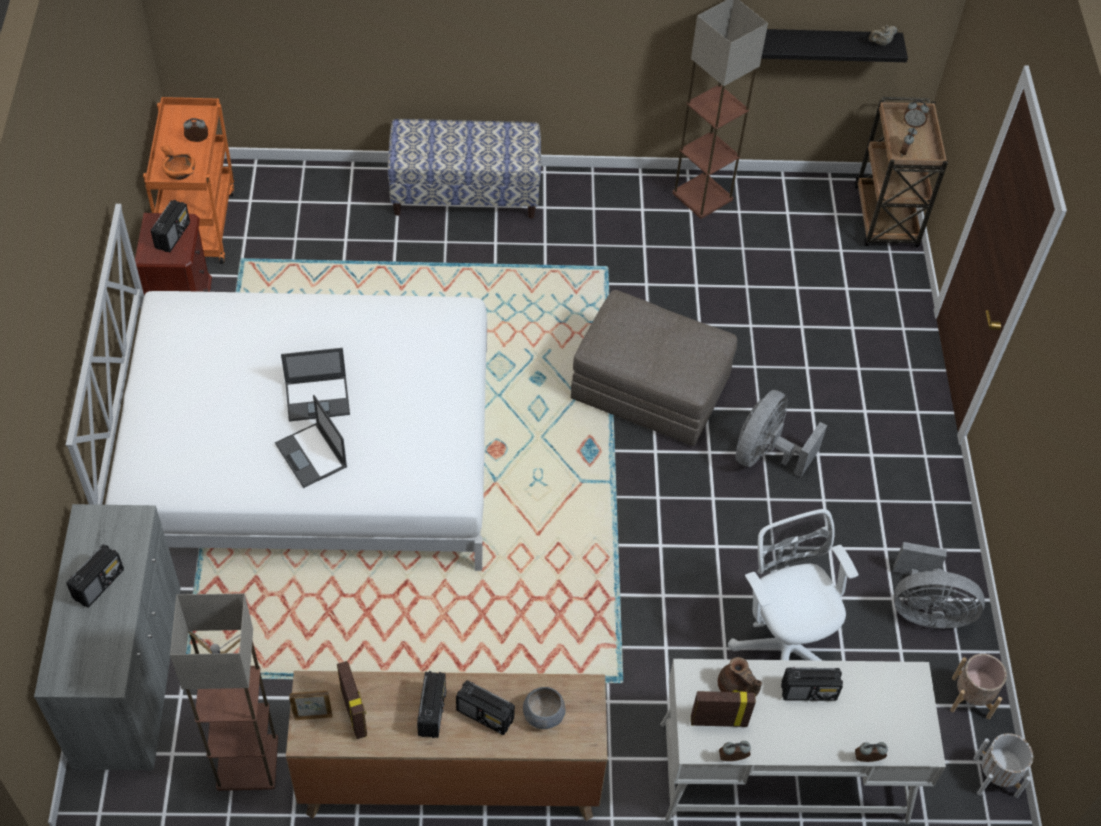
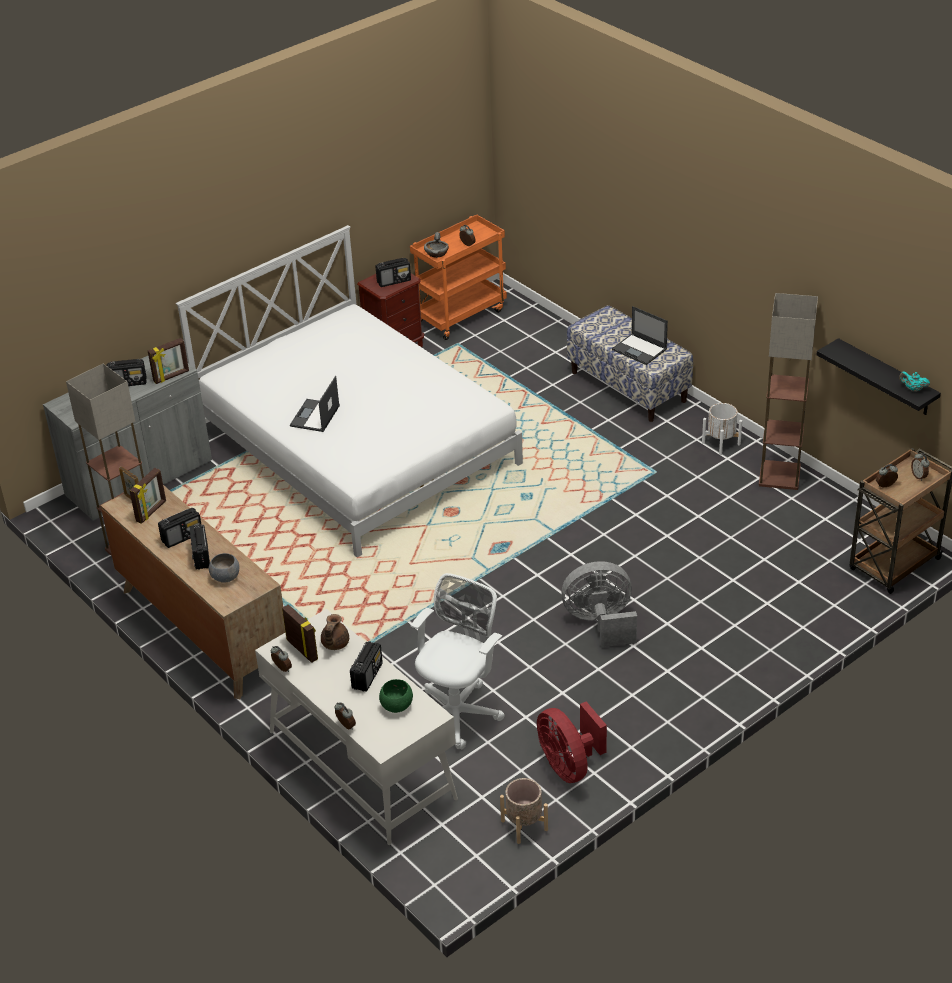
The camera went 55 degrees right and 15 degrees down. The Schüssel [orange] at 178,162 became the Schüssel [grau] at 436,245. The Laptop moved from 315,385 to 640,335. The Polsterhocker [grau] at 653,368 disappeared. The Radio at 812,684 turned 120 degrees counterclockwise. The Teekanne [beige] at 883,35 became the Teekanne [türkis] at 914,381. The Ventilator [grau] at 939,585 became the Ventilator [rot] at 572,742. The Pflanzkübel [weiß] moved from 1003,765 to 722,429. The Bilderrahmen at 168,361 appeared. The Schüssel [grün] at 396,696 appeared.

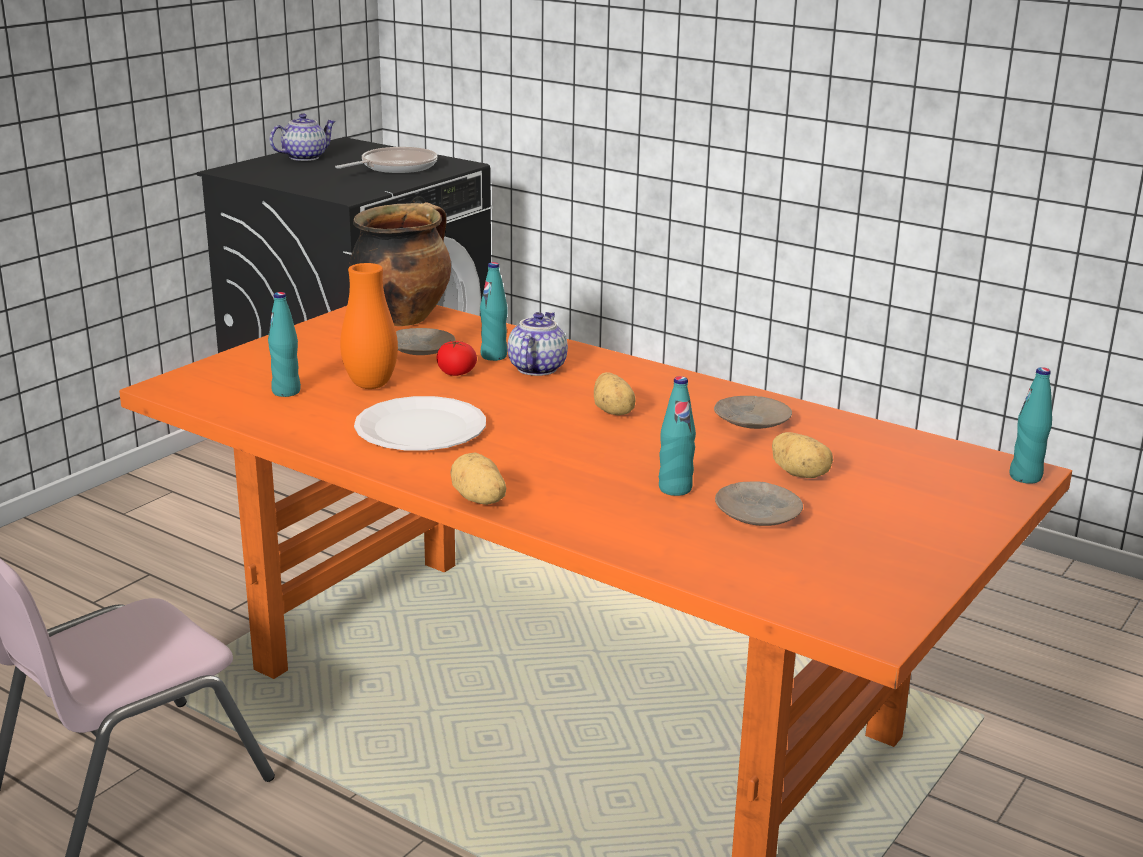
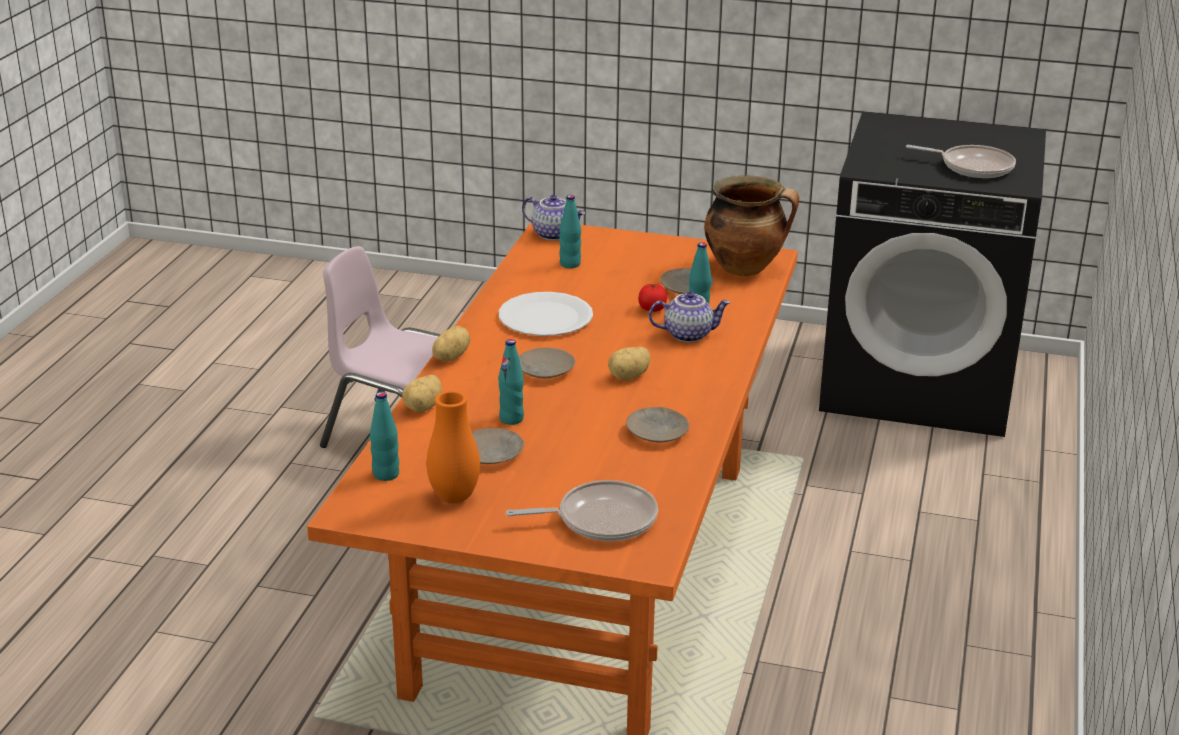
The camera went 70 degrees right and 5 degrees up. The Teekanne moved from 303,137 to 553,217. The Vase [orange] moved from 369,326 to 453,447. The Kartoffel moved from 802,455 to 422,393. The Flasche [türkis] moved from 1030,425 to 384,436. The Pfanne at 582,510 appeared. The Teller [beige] at 547,363 appeared.

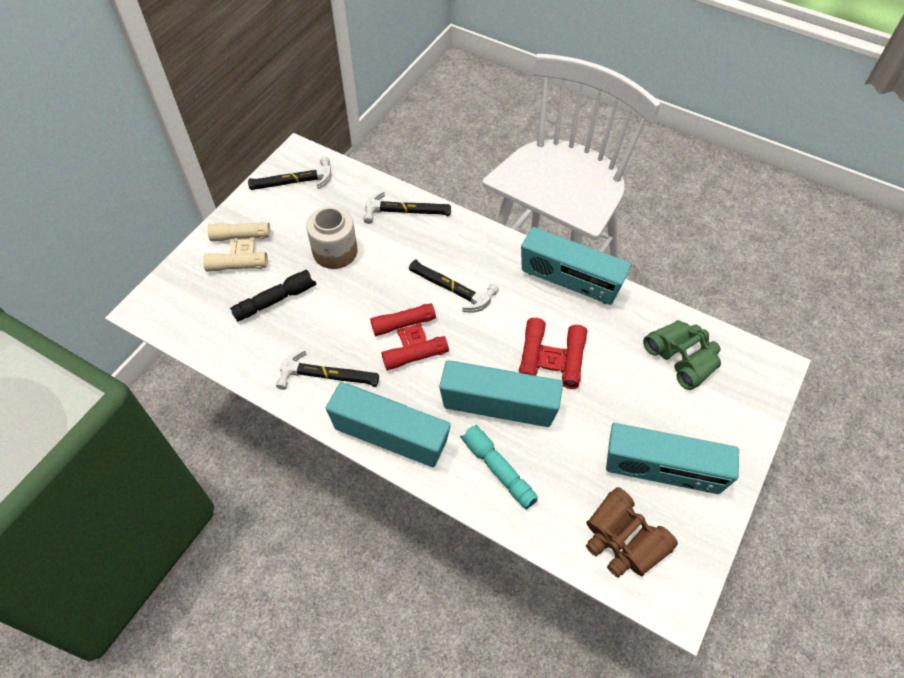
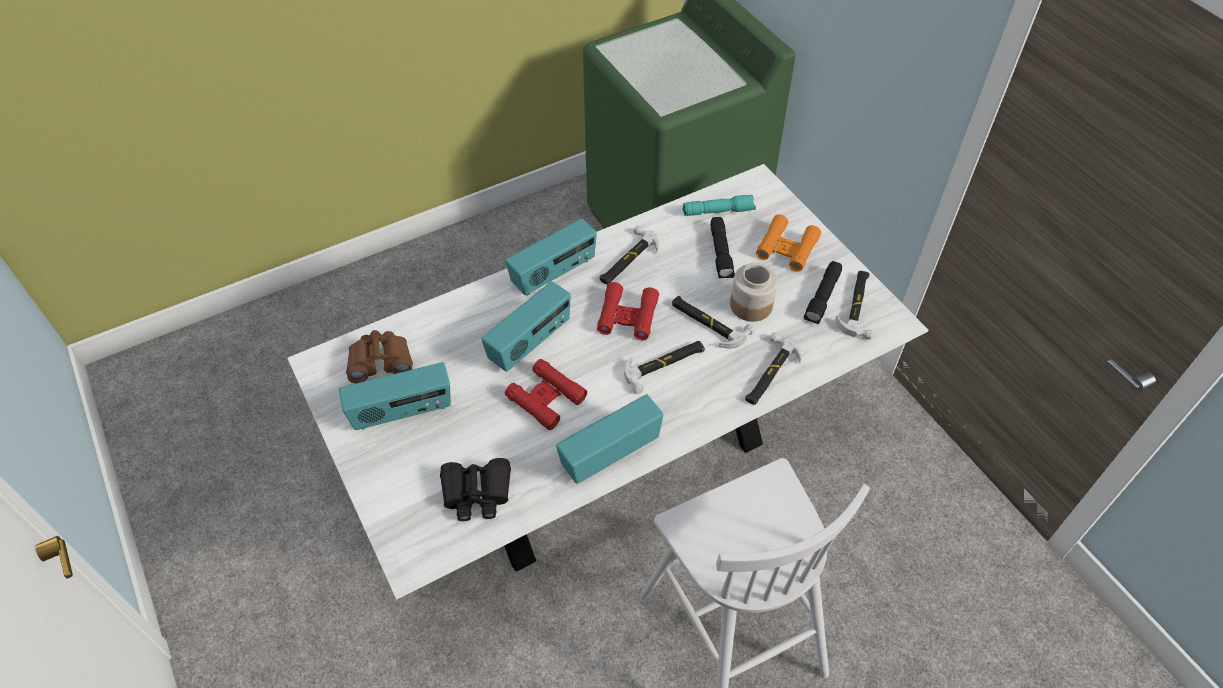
The camera went 120 degrees right and 5 degrees down. The Fernglas [beige] at 237,247 became the Fernglas [orange] at 788,243. The Taschenlampe [türkis] moved from 499,467 to 719,205. The Radio at 672,458 turned 150 degrees counterclockwise. The Fernglas [grün] at 682,355 became the Fernglas [schwarz] at 475,489. The Hammer at 713,322 appeared. The Taschenlampe [schwarz] at 823,292 appeared.

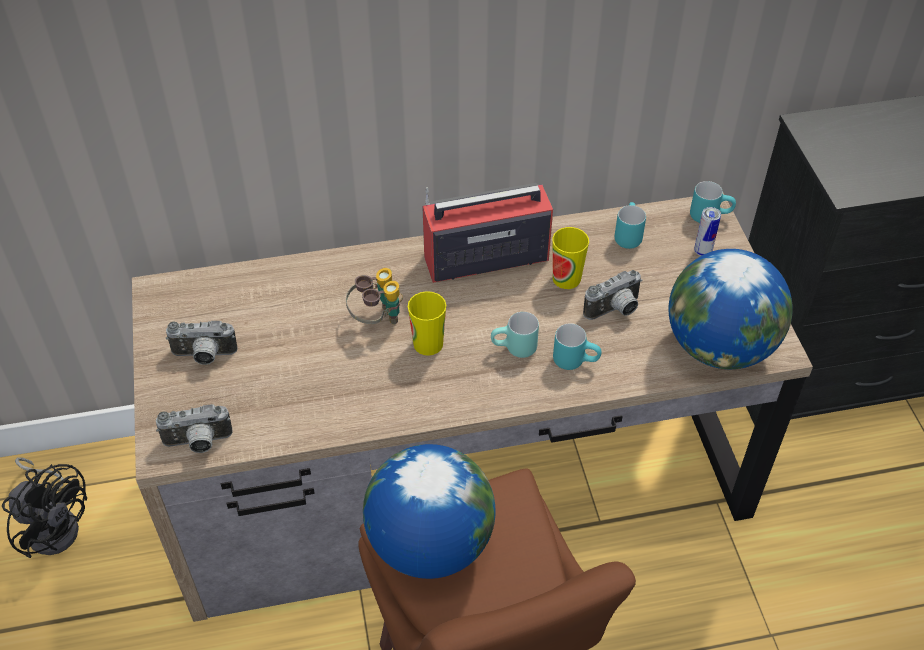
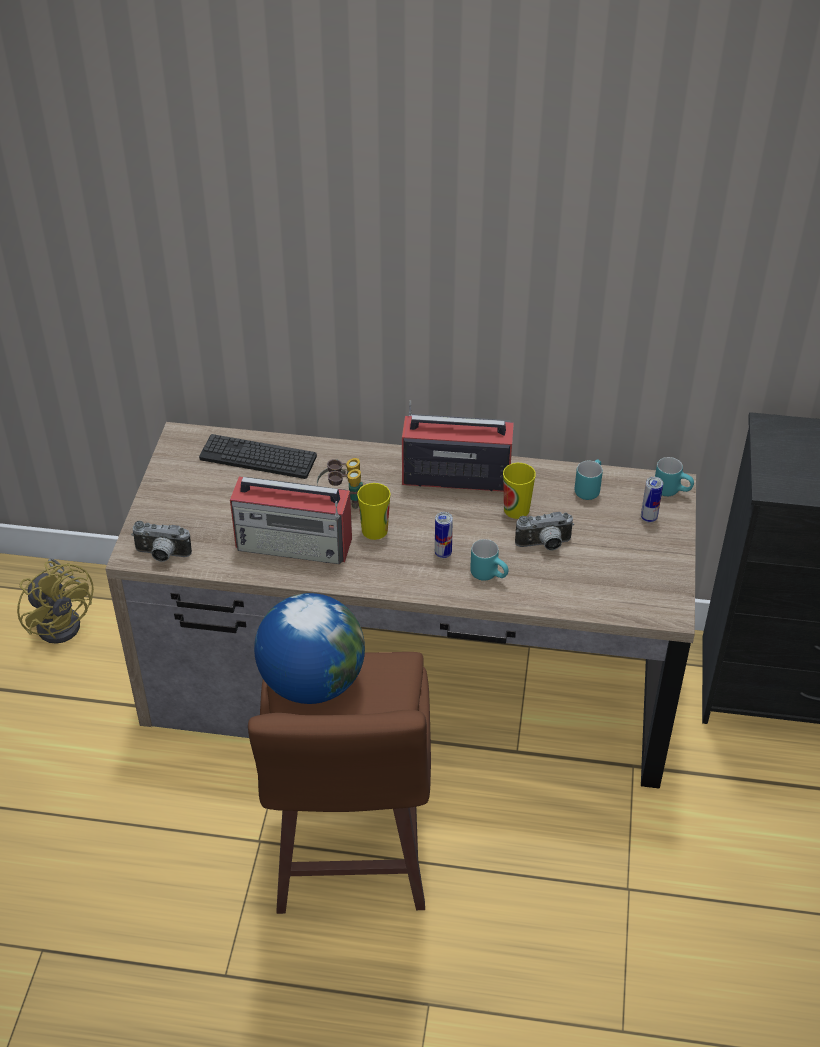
The camera went 20 degrees right and 5 degrees down. The Ventilator [schwarz] at 44,507 became the Ventilator [gelb] at 55,601. The Kamera at 201,343 disappeared. The Henkelbecher [türkis] at 515,335 was replaced by the Dose at 444,535. The Globus at 731,309 disappeared. The Tastatur at 258,456 appeared. The Radio at 291,520 appeared.

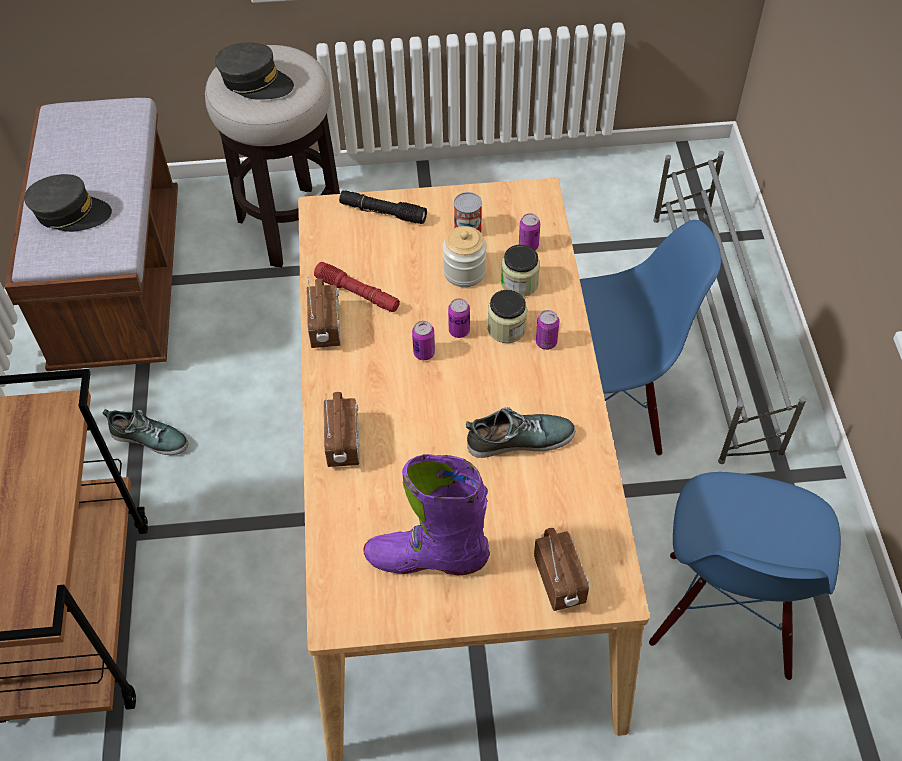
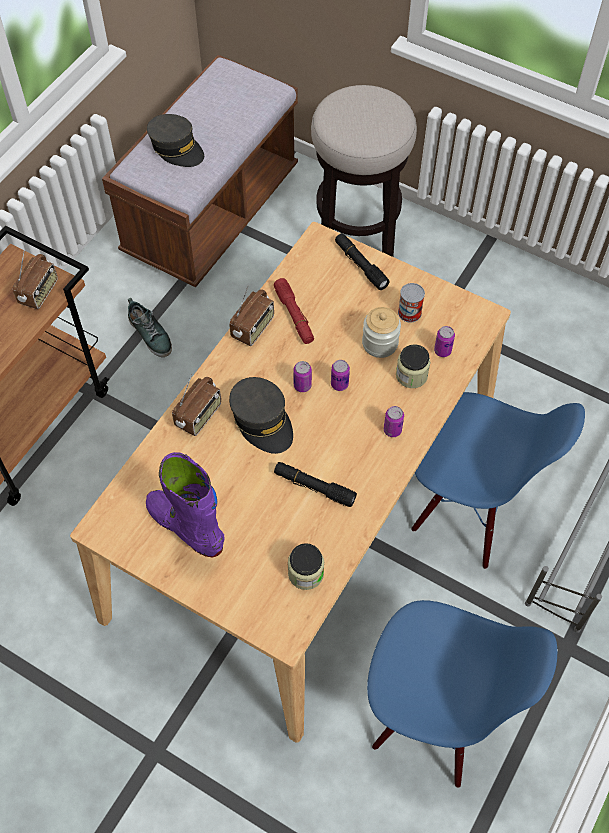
The camera went 35 degrees right and 5 degrees up. The Kappe [grau] moved from 254,71 to 261,415. The Schuh at 520,432 was replaced by the Taschenlampe [schwarz] at 315,484. The Vorratsglas moved from 507,316 to 306,566. The Radio moved from 561,569 to 35,280. The Stuhl [blau] at 745,576 turned 120 degrees counterclockwise.

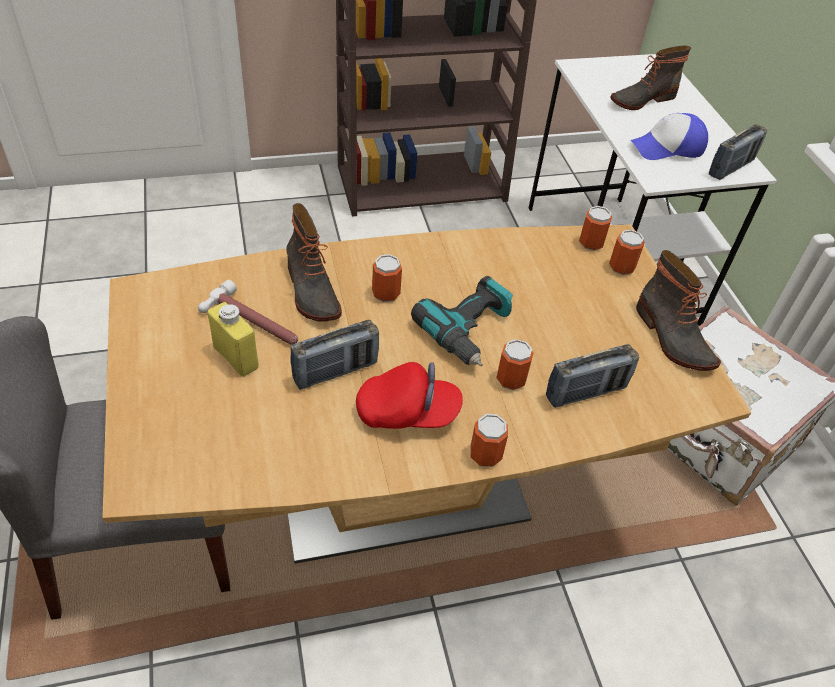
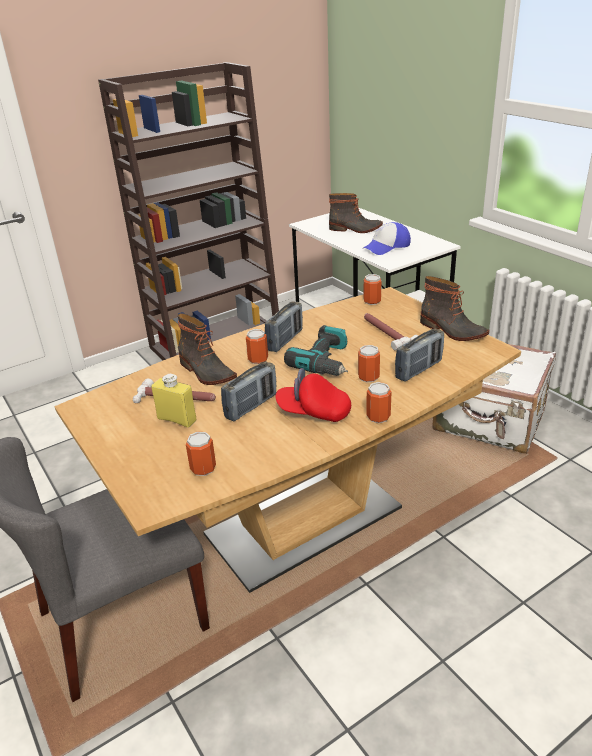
The camera went 15 degrees left and 15 degrees down. The Kappe [rot] at 409,395 turned 150 degrees counterclockwise. The Dose moved from 627,252 to 201,454. The Stiefel at 650,78 turned 120 degrees counterclockwise. The Radio moved from 738,152 to 284,326. The Hammer at 391,332 appeared.

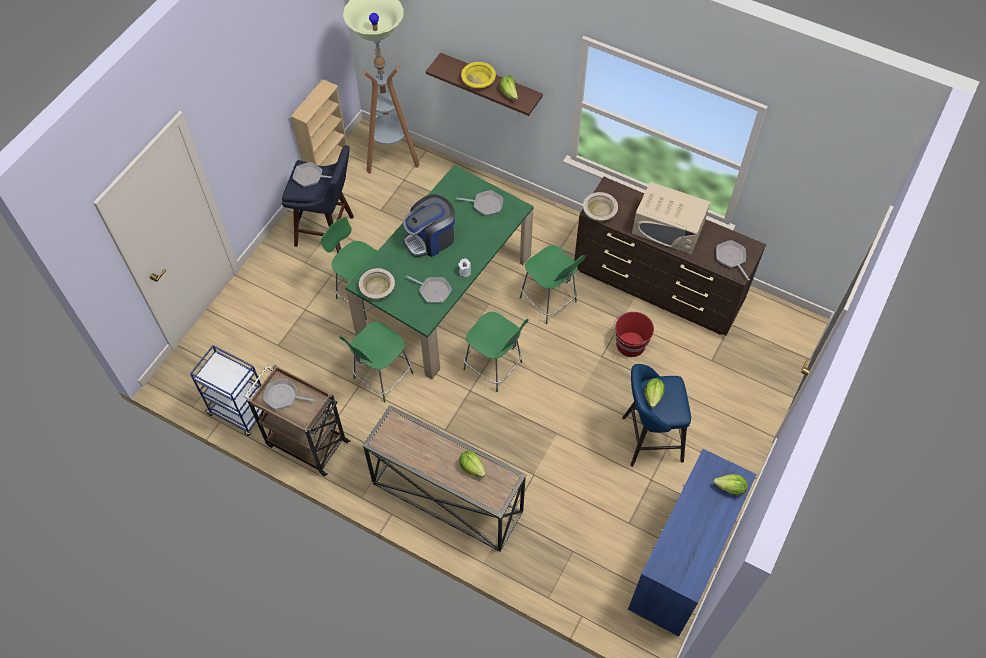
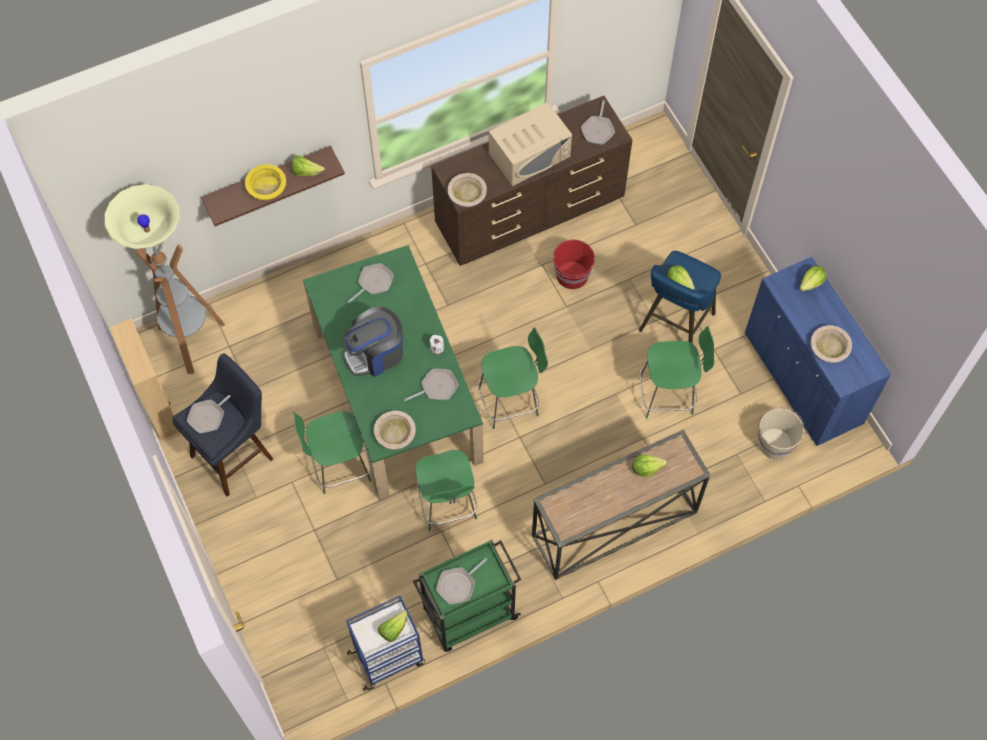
The camera went 55 degrees left and 5 degrees up. The Rollwagen [braun] at 297,420 became the Rollwagen [grün] at 467,596. The Kaffeemaschine at 429,225 turned 60 degrees clockwise. The Stuhl [grün] moved from 553,284 to 677,372. The Pfanne at 733,260 turned 90 degrees counterclockwise. The Salatkopf at 392,625 appeared. The Eimer [beige] at 781,433 appeared. The Schüssel [beige] at 831,344 appeared.

